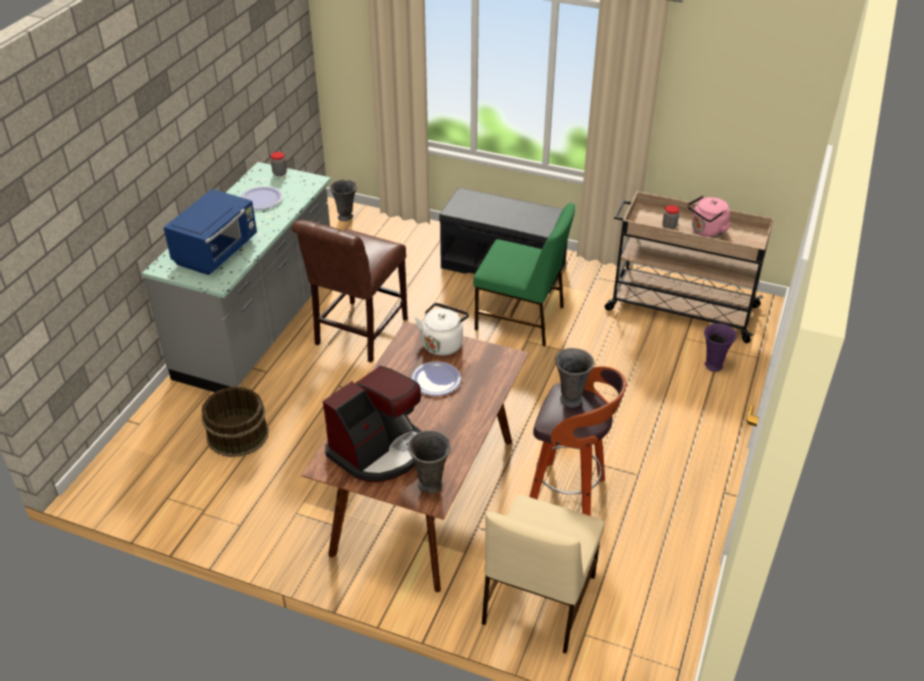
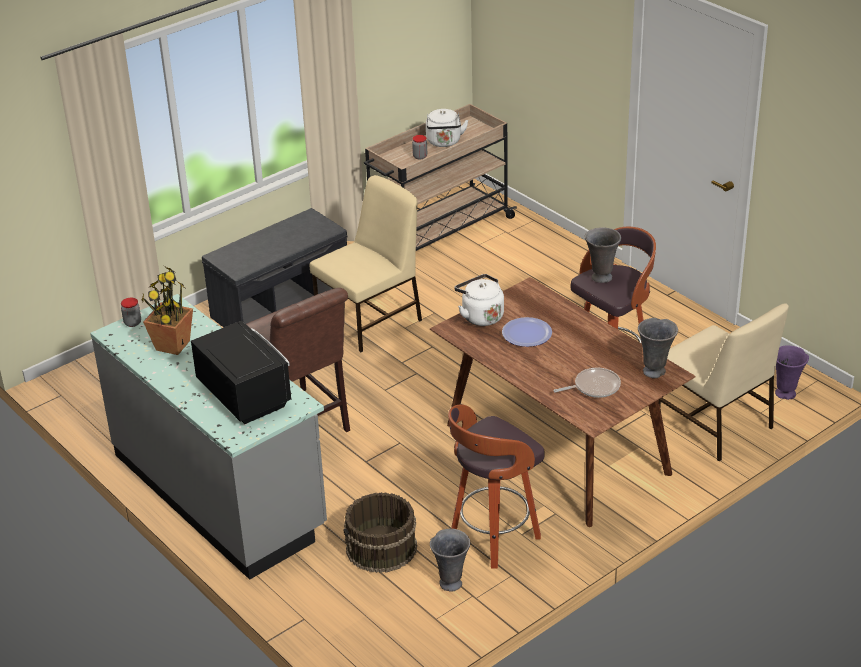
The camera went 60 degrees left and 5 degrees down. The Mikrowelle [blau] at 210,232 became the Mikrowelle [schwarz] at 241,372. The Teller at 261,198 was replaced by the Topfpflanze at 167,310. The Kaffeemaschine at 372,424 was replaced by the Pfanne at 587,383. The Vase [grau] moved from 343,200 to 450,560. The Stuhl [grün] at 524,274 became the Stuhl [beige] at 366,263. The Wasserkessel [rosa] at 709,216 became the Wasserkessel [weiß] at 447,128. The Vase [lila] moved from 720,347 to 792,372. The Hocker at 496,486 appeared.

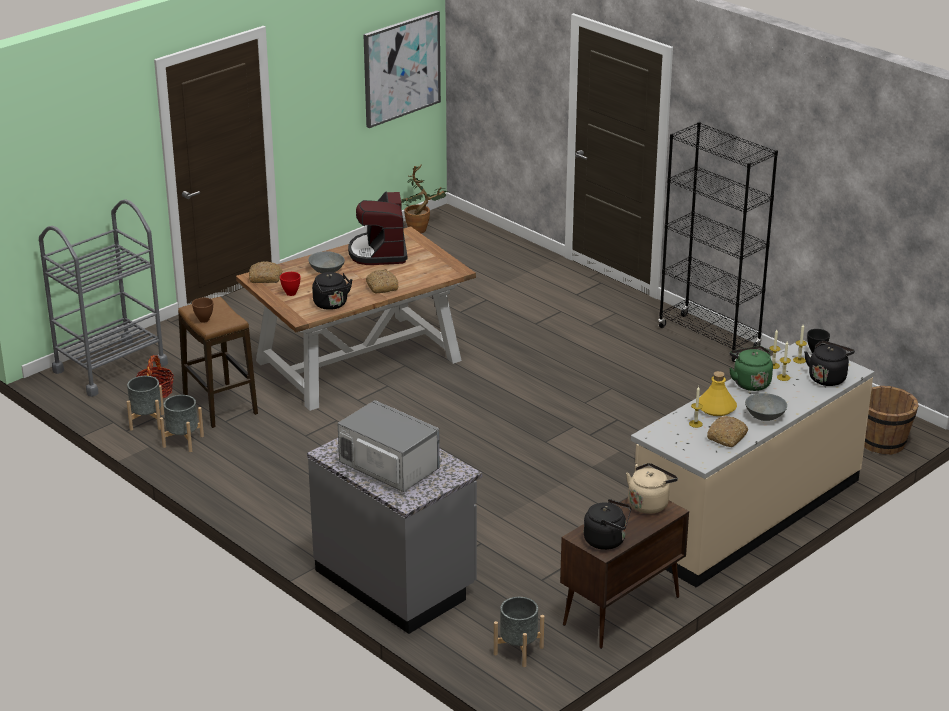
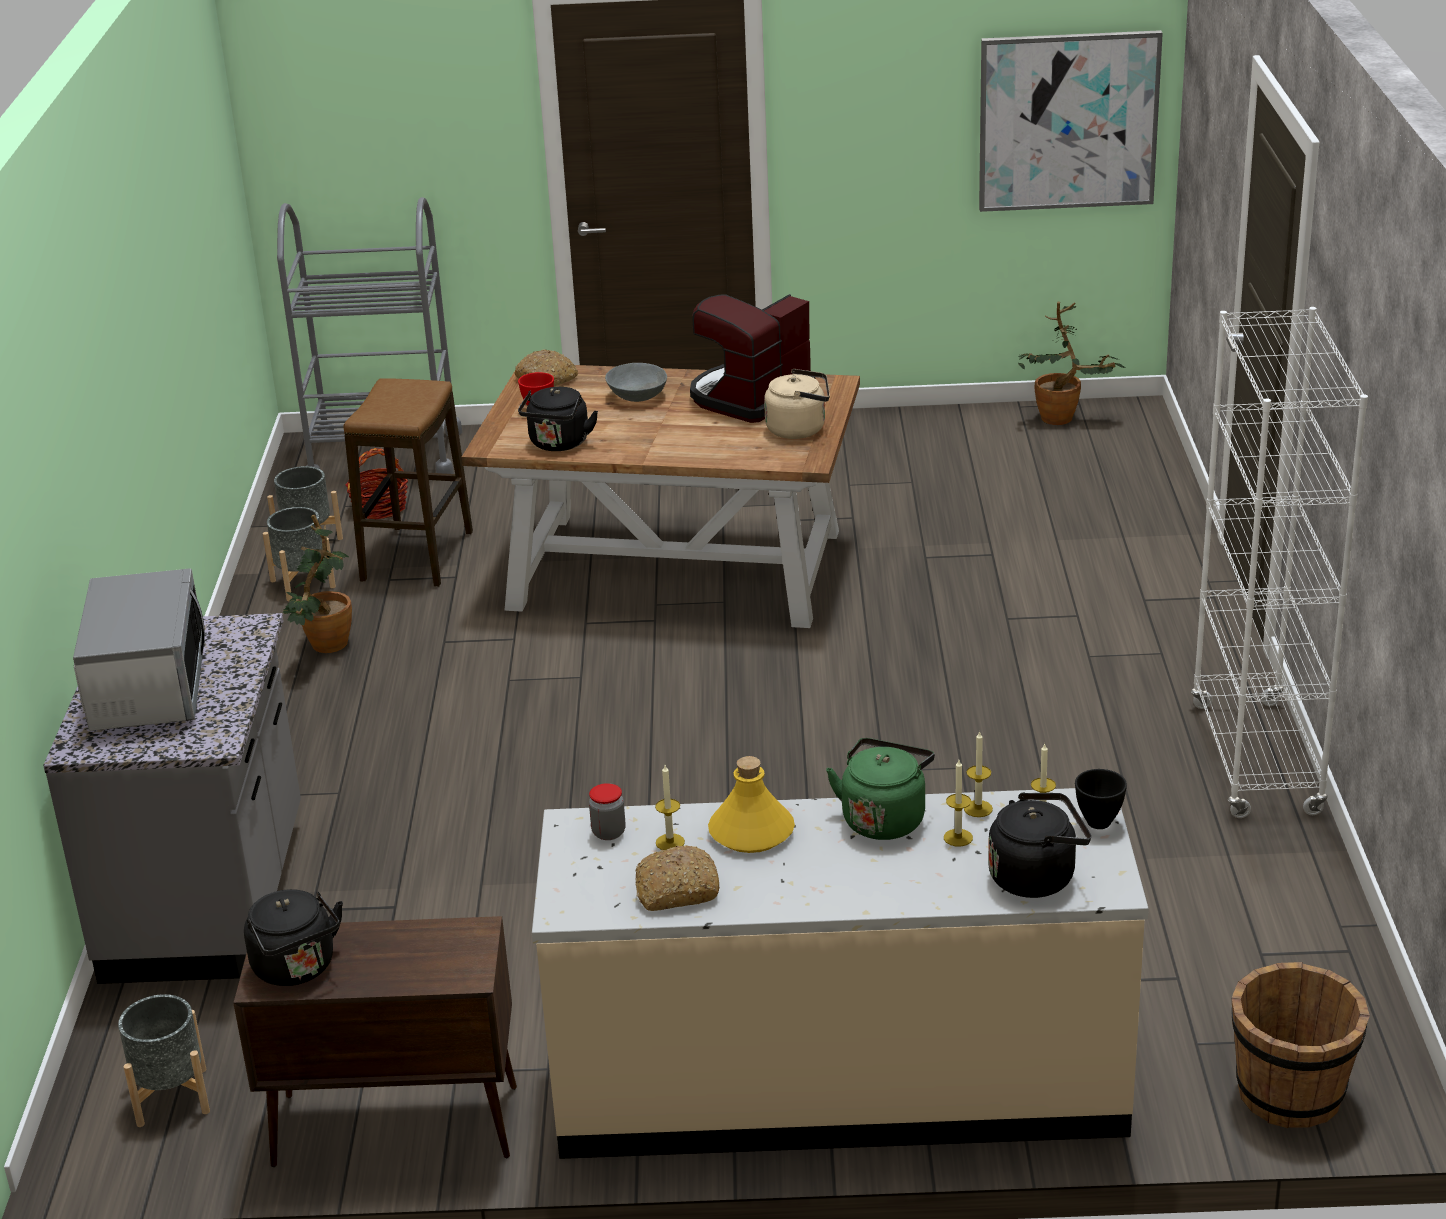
The camera went 45 degrees right and 0 degrees up. The Schüssel [braun] at 203,310 disappeared. The Brot at 382,281 disappeared. The Wasserkessel [beige] moved from 652,488 to 797,404. The Bücherregal [schwarz] at 718,242 became the Bücherregal [weiß] at 1279,562. The Schüssel [grau] at 766,407 disappeared. The Topfpflanze at 317,584 appeared. The Vorratsglas at 607,811 appeared.

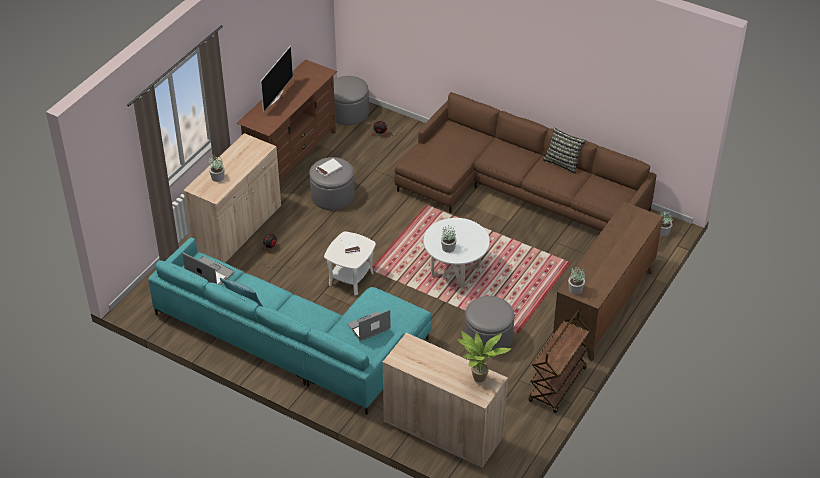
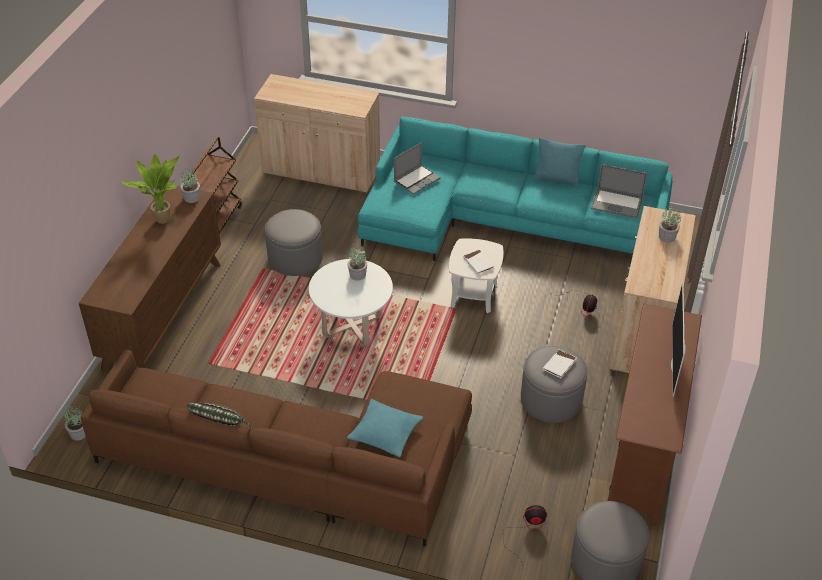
The camera went 165 degrees right and 0 degrees up. The Topfpflanze moved from 484,357 to 150,189. The Kissen [türkis] at 385,428 appeared.

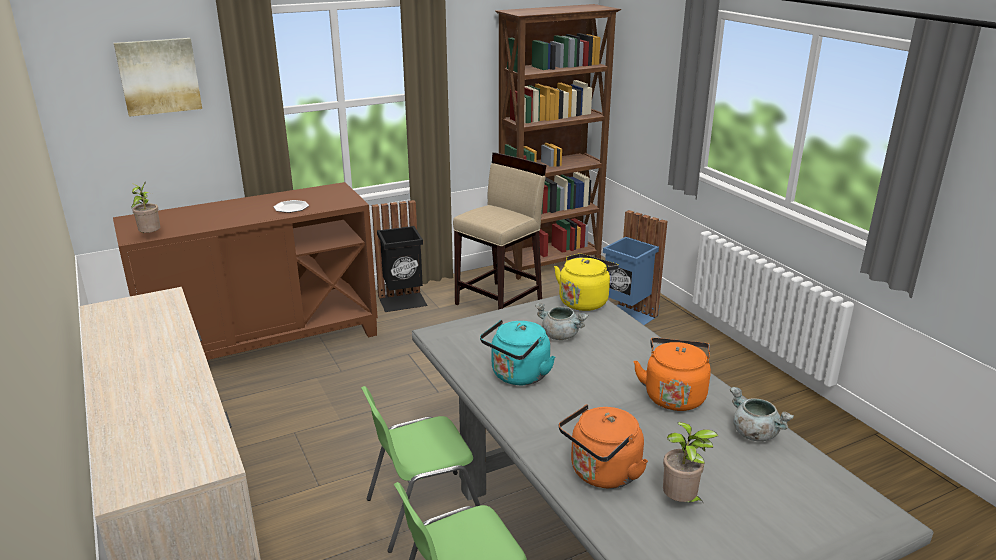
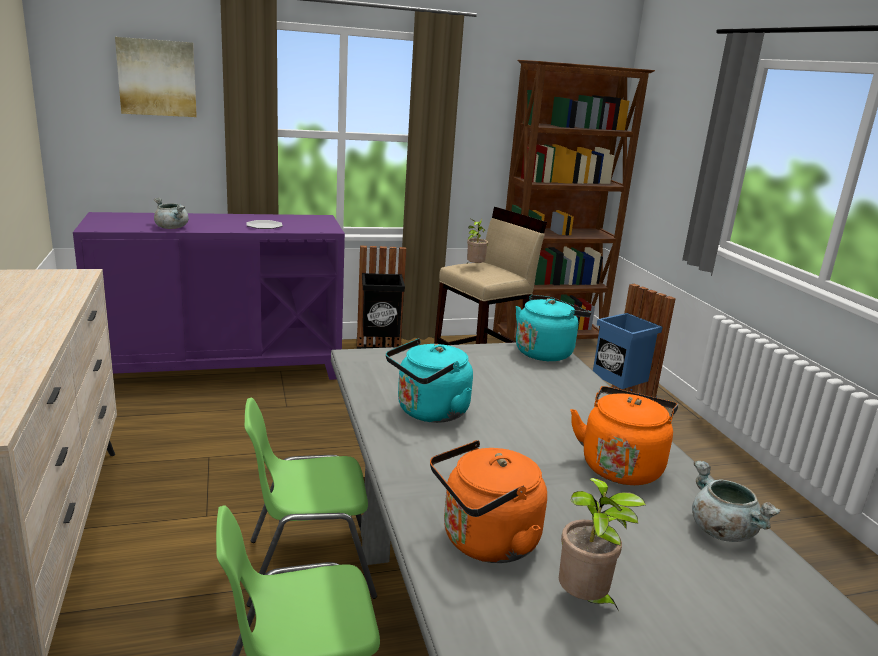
The camera went 10 degrees right and 5 degrees down. The Schrank [braun] at 245,271 became the Schrank [lila] at 209,296. The Topfpflanze moved from 145,207 to 477,241. The Kochtopf [grau] moved from 561,321 to 171,213. The Wasserkessel [gelb] at 586,282 became the Wasserkessel [türkis] at 553,328.

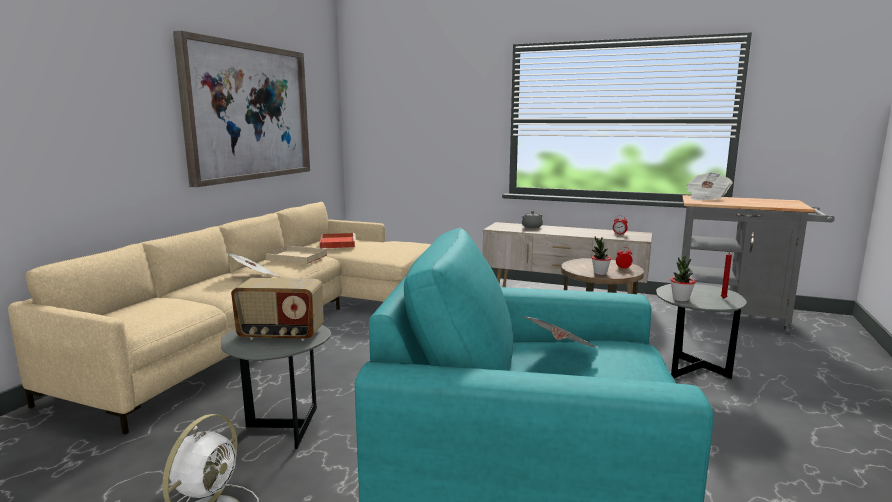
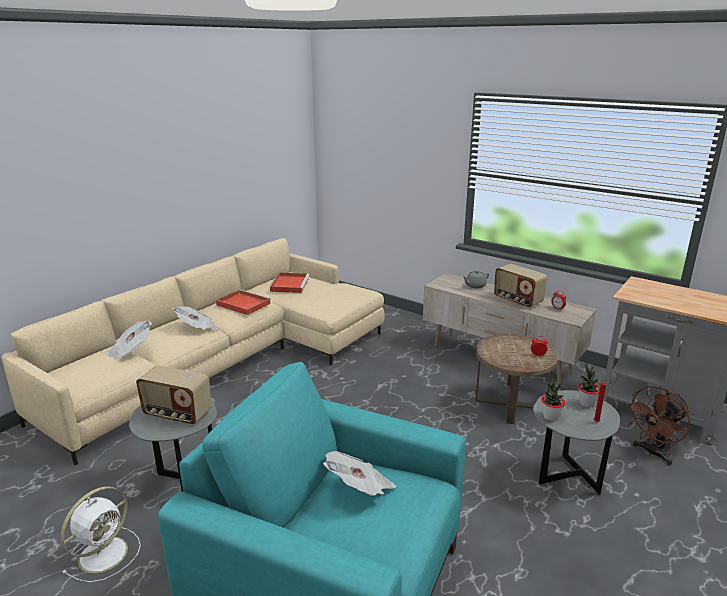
The camera went 15 degrees right and 10 degrees up. The Bild at 241,109 disappeared. The Tablett [beige] at 297,255 became the Tablett [rot] at 243,302. The Topfpflanze moved from 601,256 to 589,385. The Zeitung moved from 710,186 to 128,340. The Radio at 520,286 appeared. The Ventilator [braun] at 657,426 appeared.

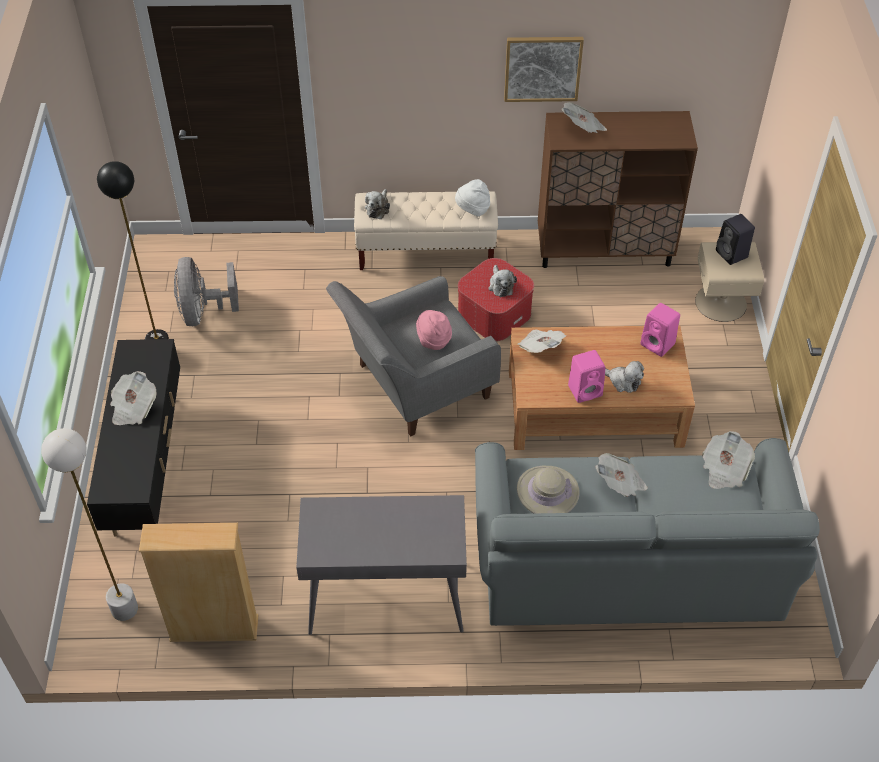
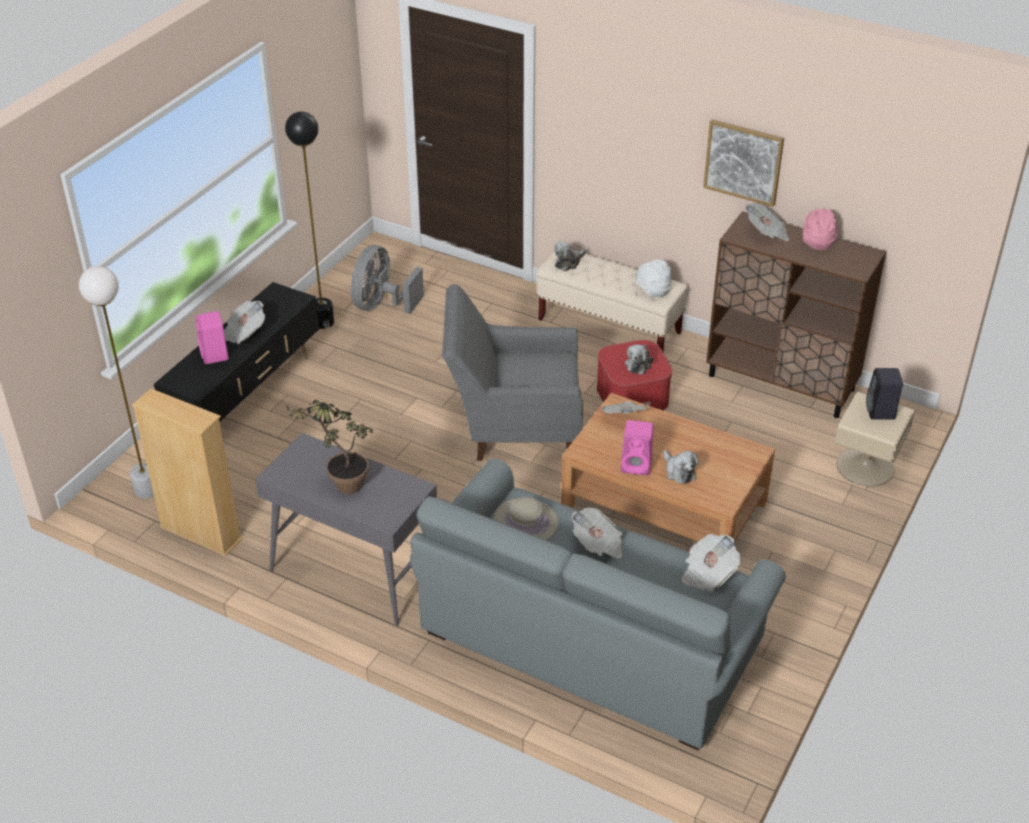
The camera went 30 degrees right and 10 degrees down. The Hut [rosa] moved from 434,330 to 821,229. The Lautsprecher [rosa] moved from 660,330 to 212,337. The Topfpflanze at 328,447 appeared.

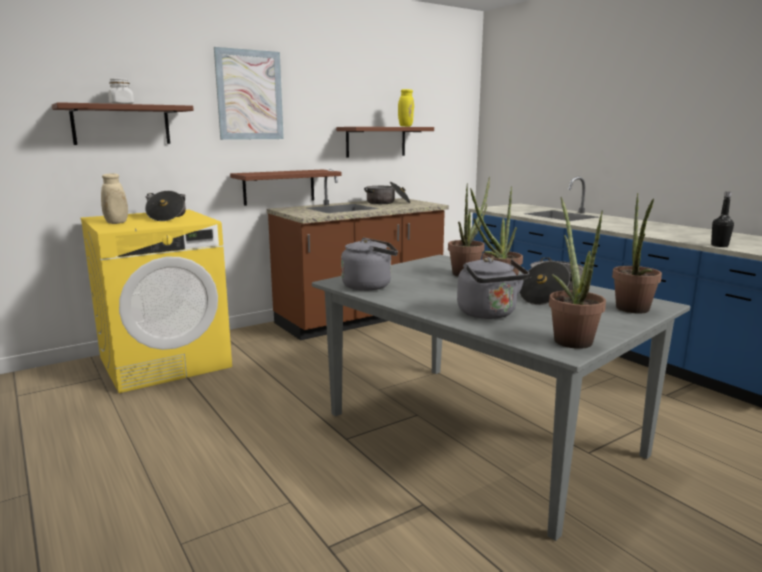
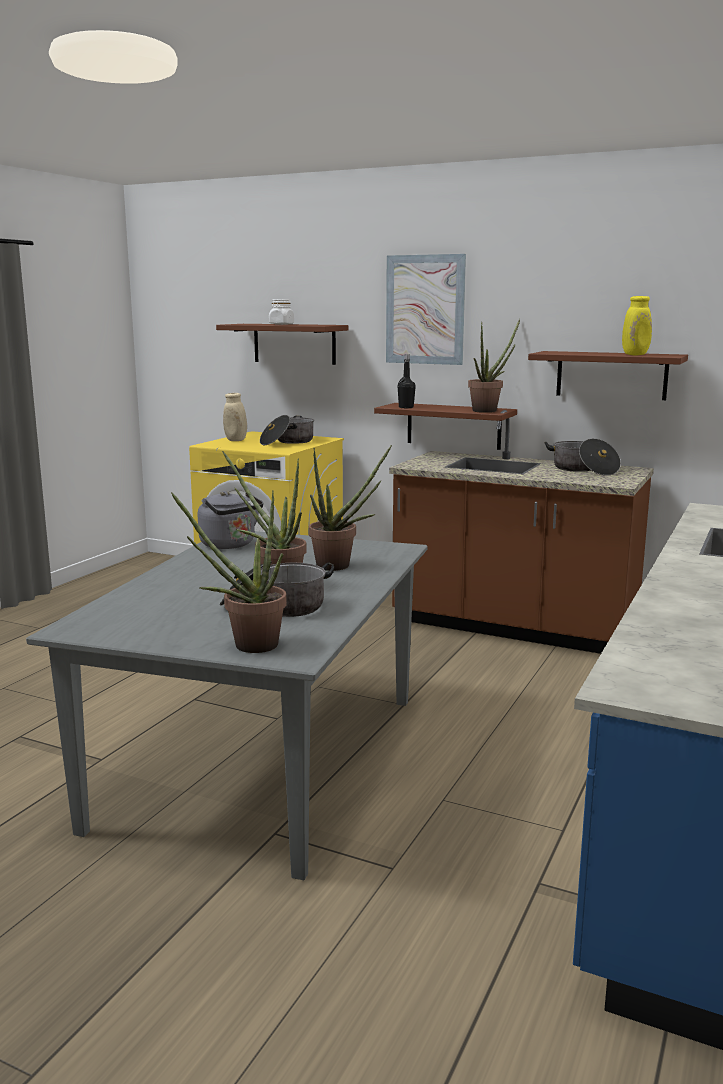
The camera went 60 degrees right and 0 degrees up. The Wasserkessel [grau] at 493,288 disappeared. The Topfpflanze moved from 577,273 to 494,366. The Flasche [schwarz] moved from 722,219 to 406,381.

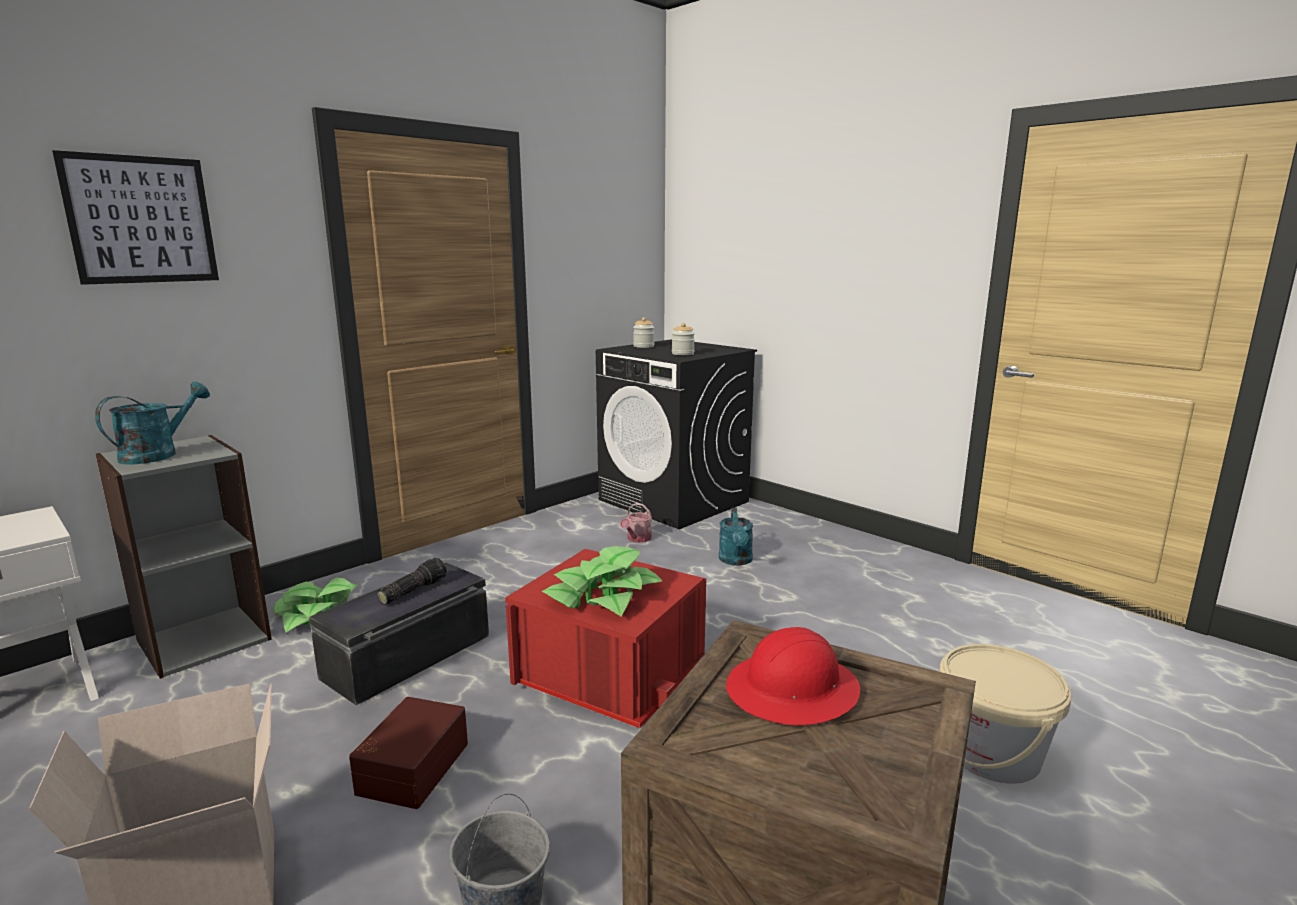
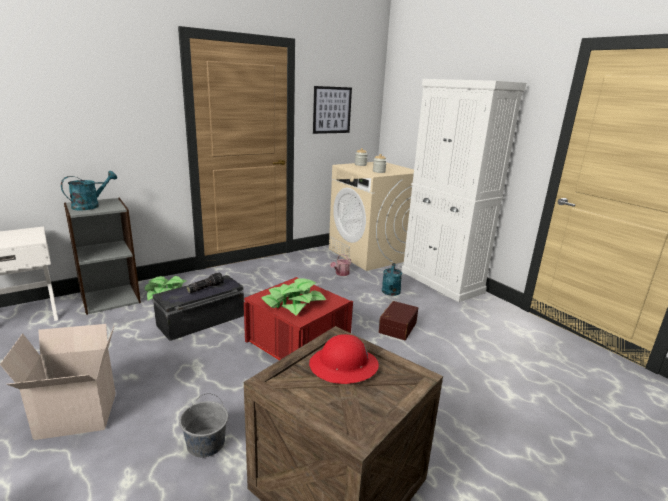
The camera went 10 degrees right and 5 degrees up. The Bild moved from 135,217 to 332,110. The Aufbewahrungsbox [braun] moved from 408,753 to 398,320. The Waschmaschine [schwarz] at 676,434 became the Waschmaschine [beige] at 371,216. The Eimer [beige] at 1005,714 disappeared. The Schrank [weiß] at 463,190 appeared.

